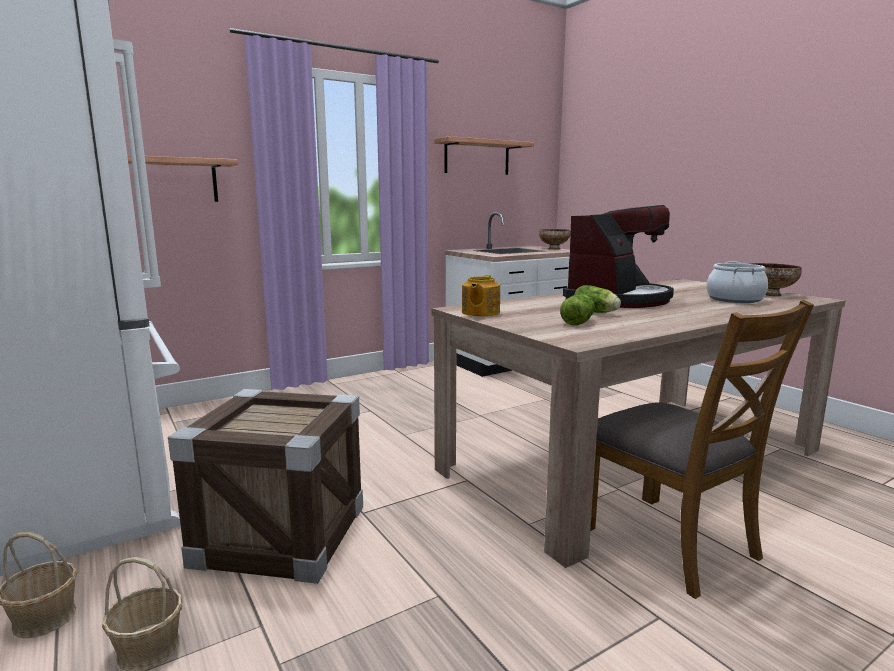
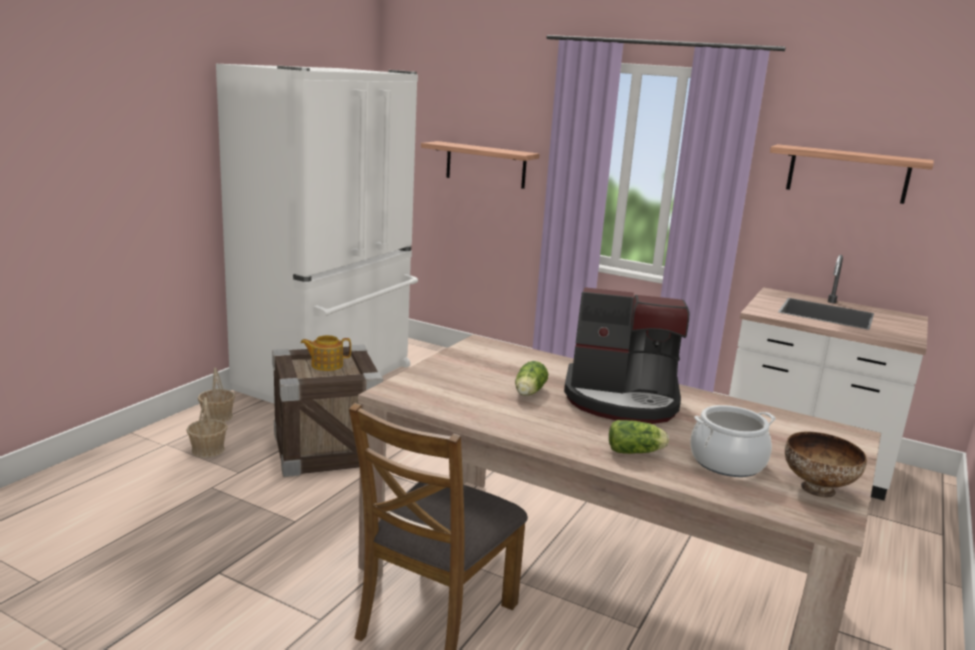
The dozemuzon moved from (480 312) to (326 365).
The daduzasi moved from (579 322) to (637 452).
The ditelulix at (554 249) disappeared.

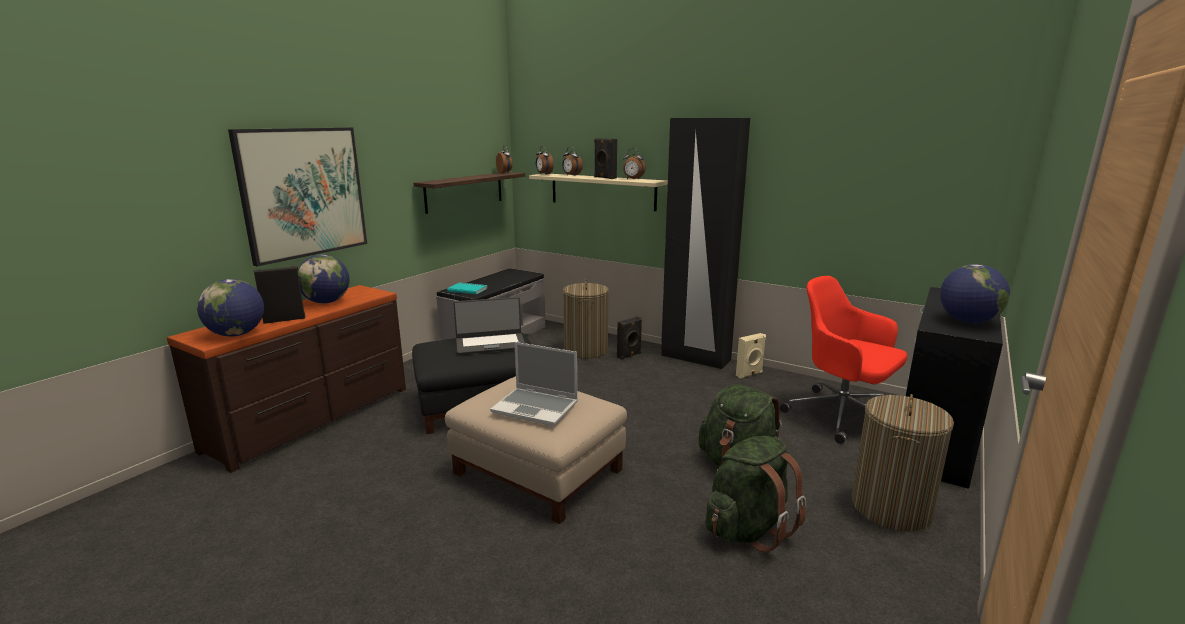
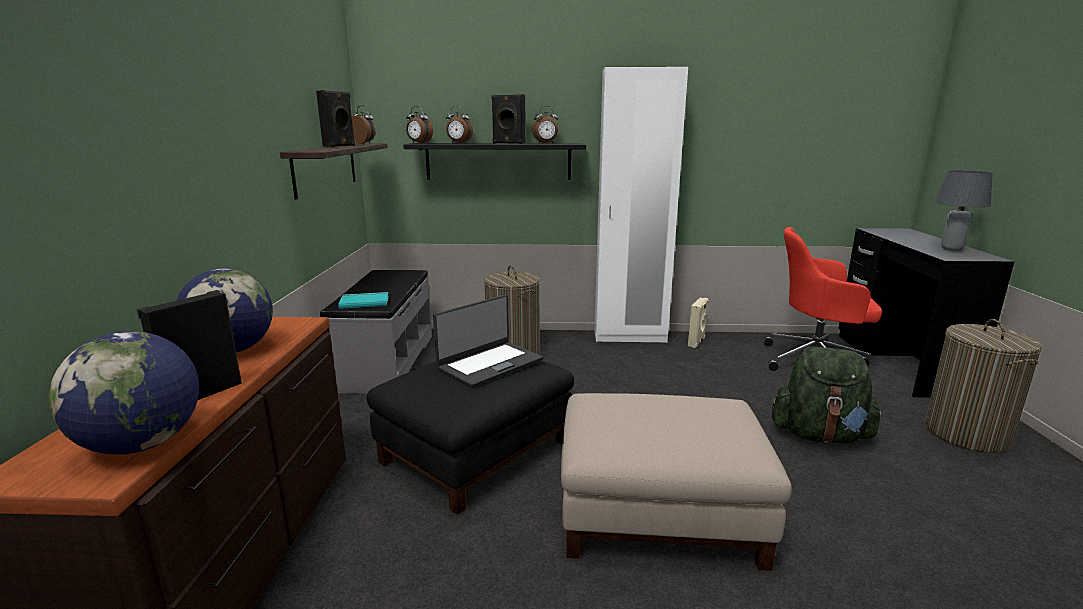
The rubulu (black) moved from (629 355) to (340 146).
The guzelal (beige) at (602 191) became the guzelal (black) at (498 161).
The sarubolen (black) at (695 358) became the sarubolen (white) at (630 337).
The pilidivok at (968 321) was replaced by the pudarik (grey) at (951 249).
The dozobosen at (303 192) disappeared.
The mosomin at (536 408) disappeared.
The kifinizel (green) at (748 528) disappeared.

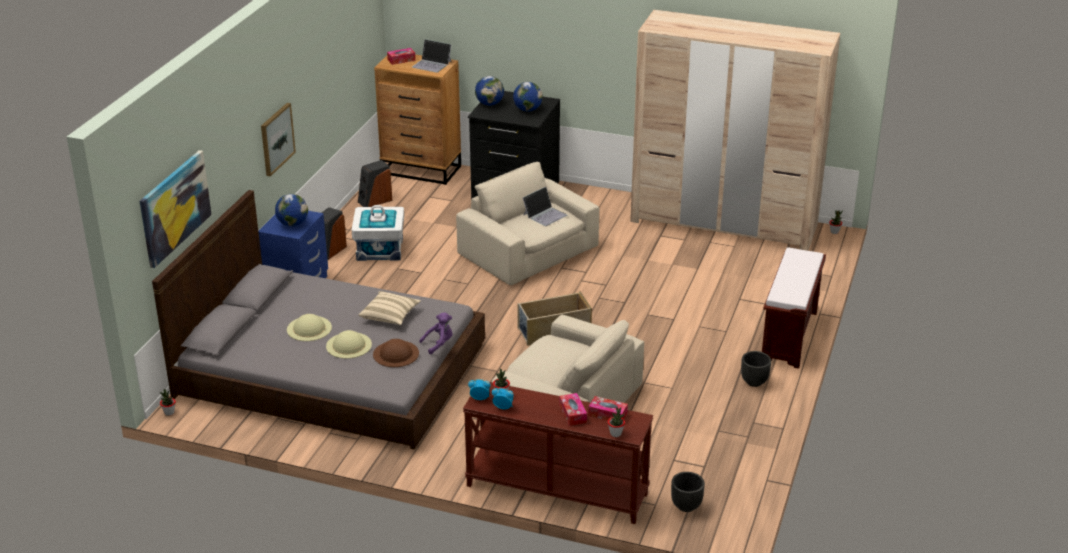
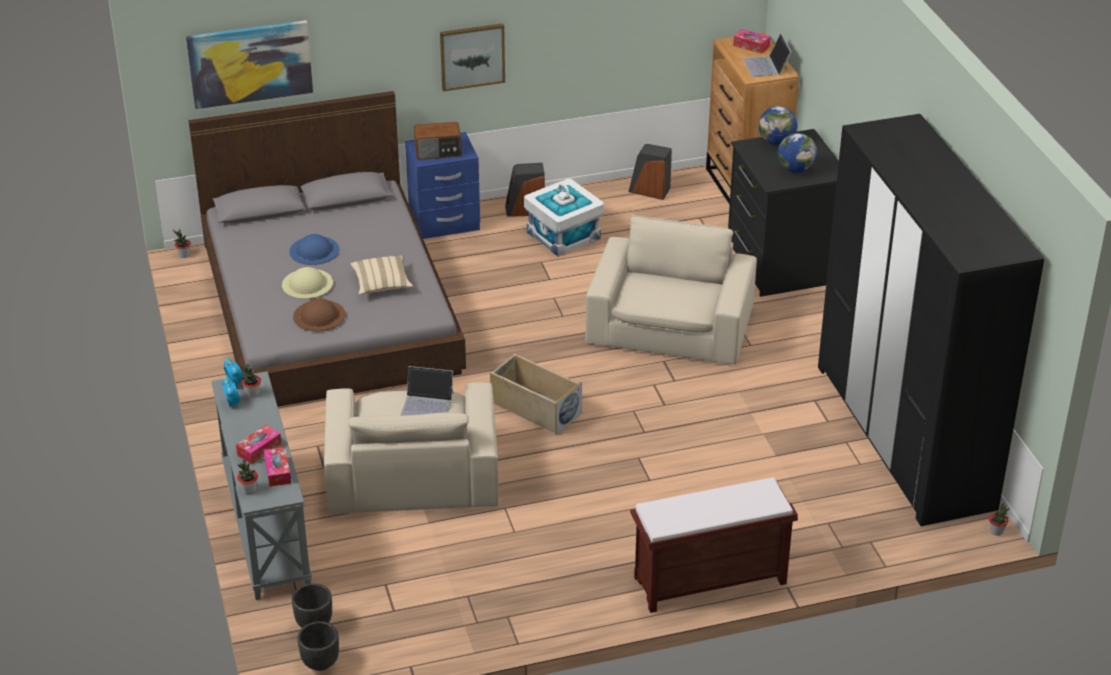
The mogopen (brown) at (556 490) became the mogopen (grey) at (264 526).
The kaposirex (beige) at (309 328) became the kaposirex (blue) at (314 250).
The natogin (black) moved from (754 382) to (320 663).
The mosomin moved from (545 215) to (427 404).
The pilidivok at (292 224) was replaced by the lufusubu at (438 152).
The sarubolen (beige) at (724 223) became the sarubolen (black) at (904 436).
The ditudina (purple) at (439 344) disappeared.

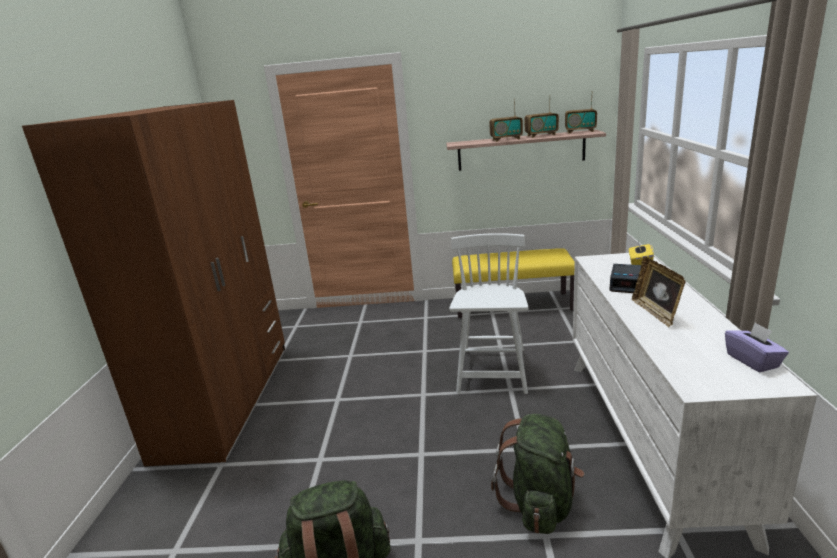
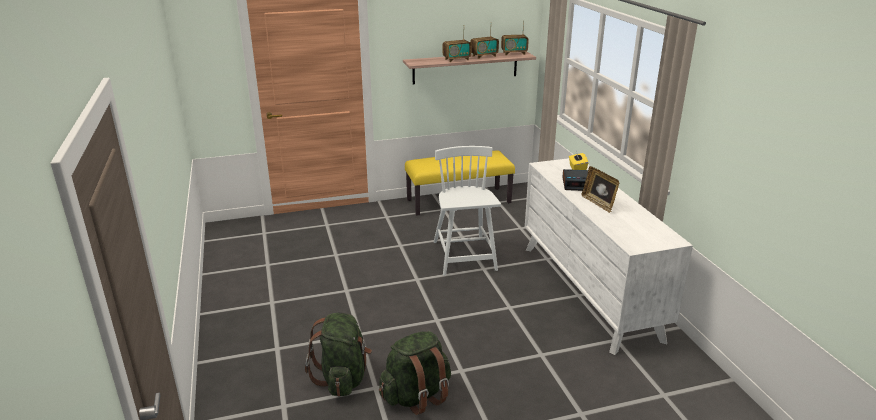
The kifinizel (green) moved from (540 503) to (343 378).
The sarubolen (brown) at (227 398) disappeared.
The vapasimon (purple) at (753 361) disappeared.

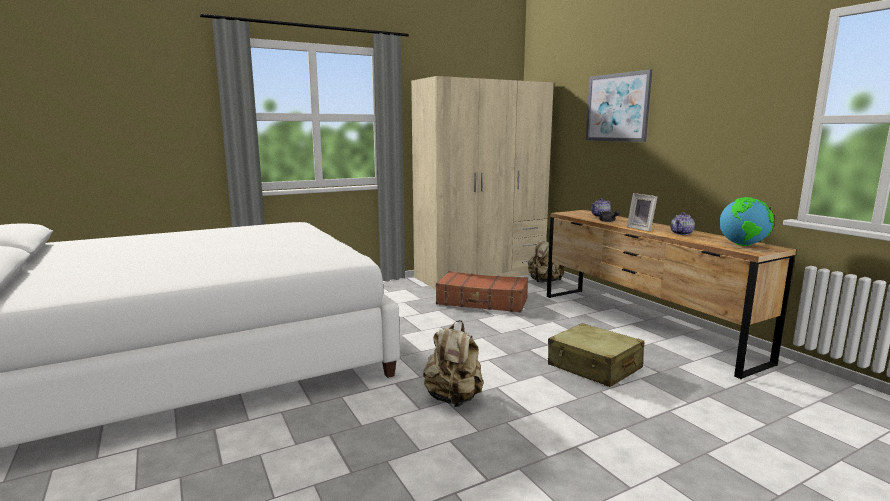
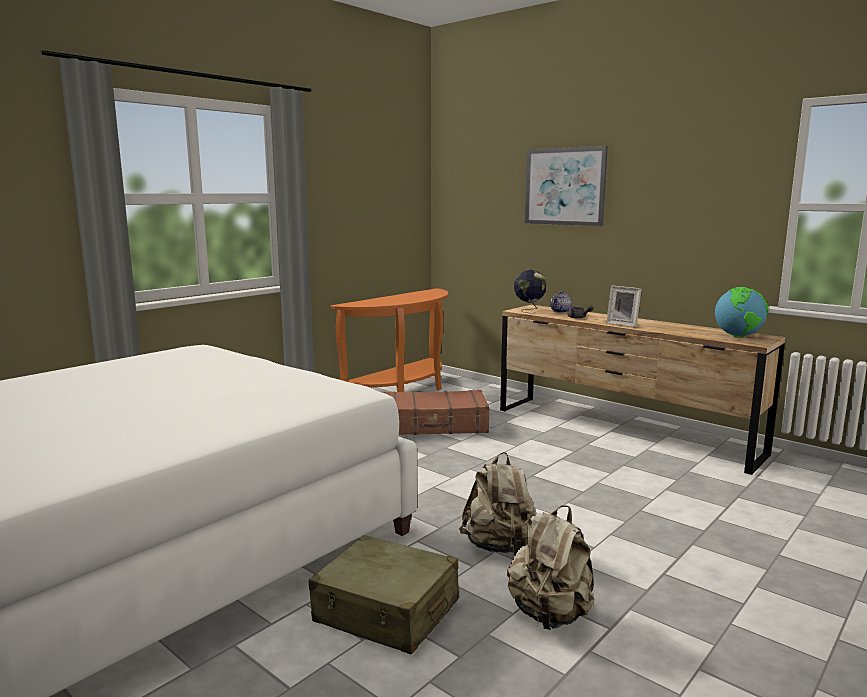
The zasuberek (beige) moved from (594 367) to (386 612).
The sarubolen (beige) at (481 274) was replaced by the mogopen (orange) at (403 391).
The kifinizel (beige) moved from (544 282) to (550 614).
The pilidivok at (529 310) appeared.
The dozemuzon at (681 233) disappeared.

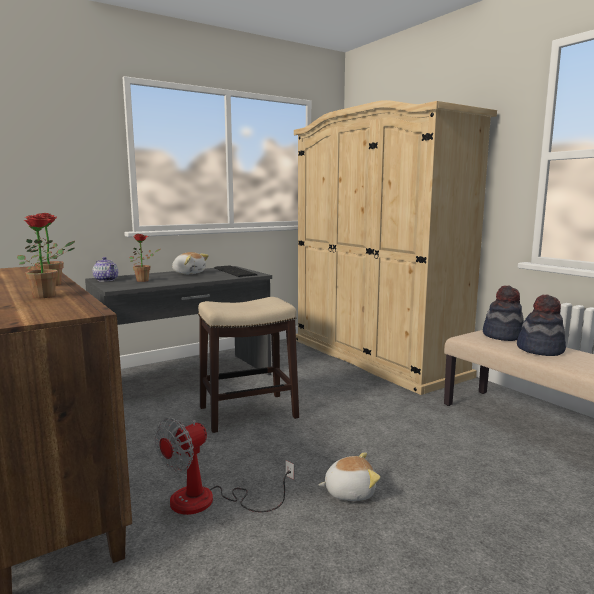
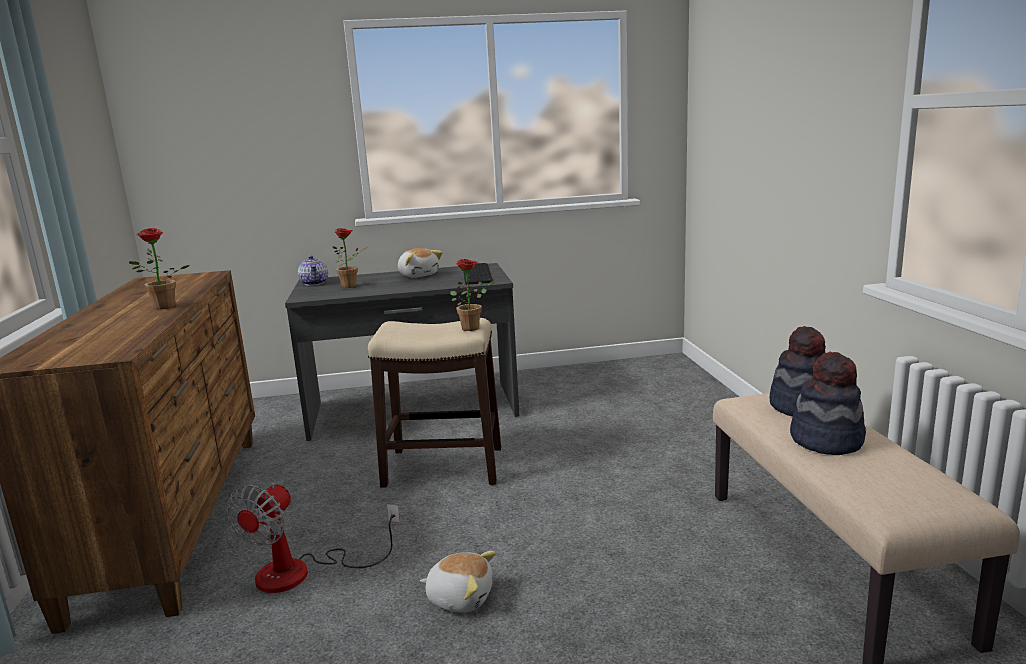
The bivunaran at (208 501) turned 45 degrees counterclockwise.
The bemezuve moved from (49 295) to (474 327).
The sarubolen (beige) at (374 356) disappeared.

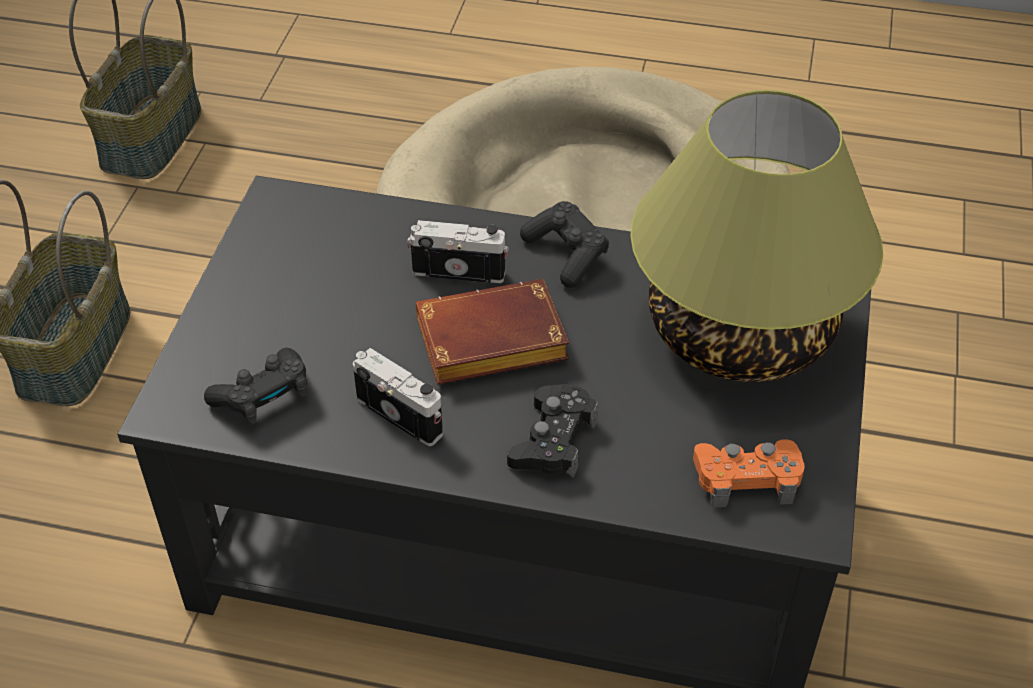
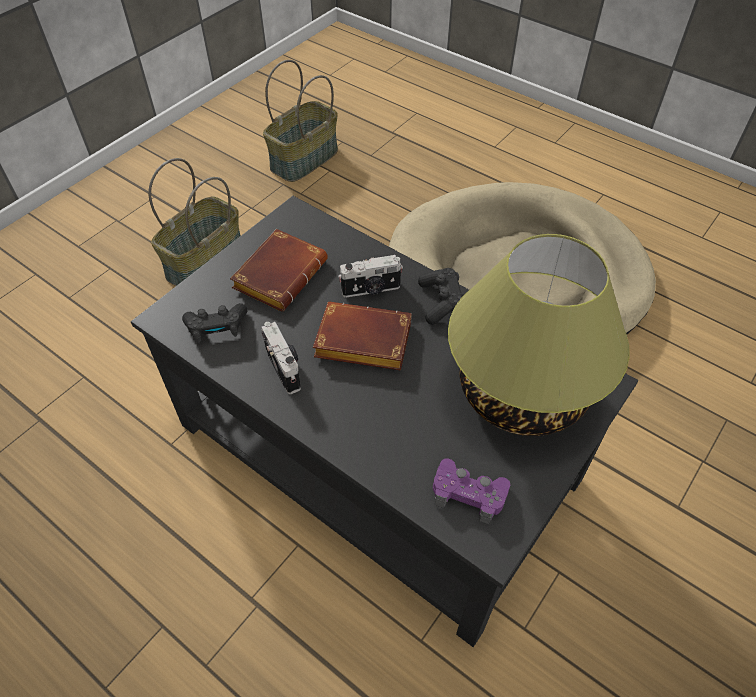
The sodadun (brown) at (280 273) appeared.
The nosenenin at (459 270) turned 135 degrees clockwise.
The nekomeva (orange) at (747 478) became the nekomeva (purple) at (468 493).
The nekomeva (black) at (553 440) disappeared.

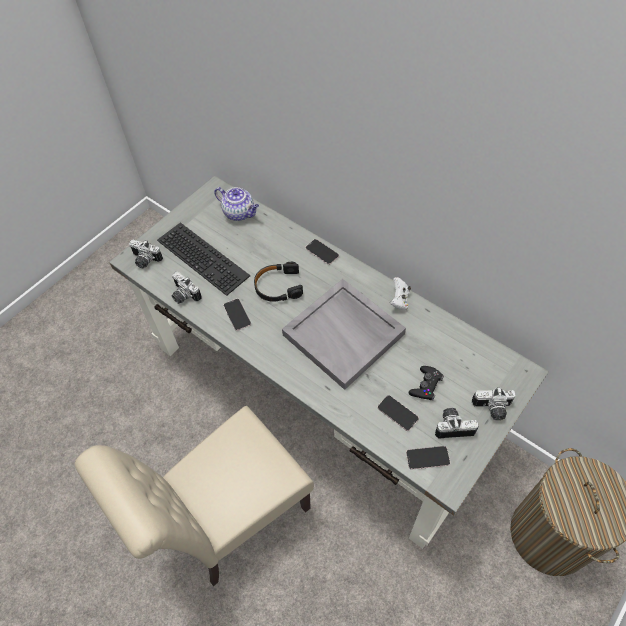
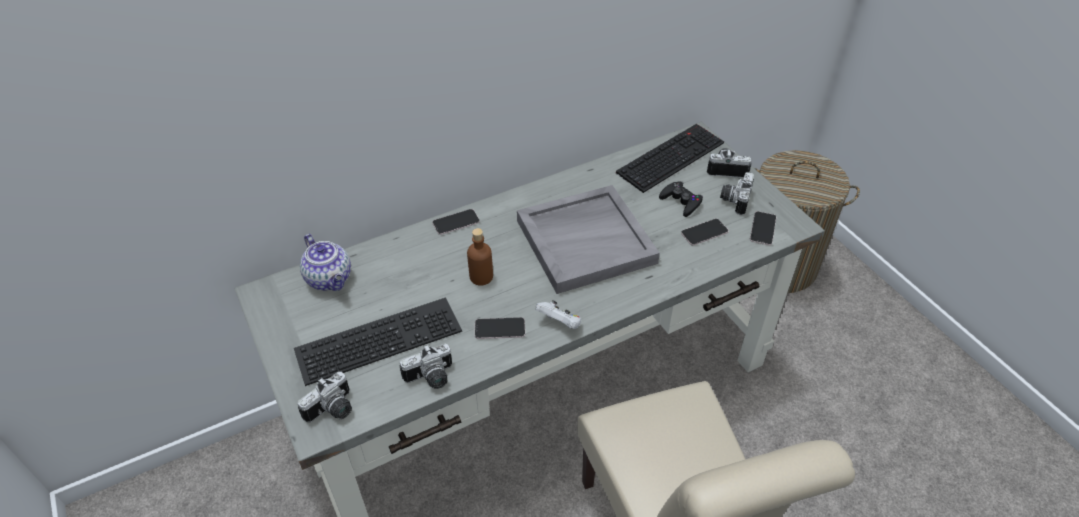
The dozemuzon at (240 213) turned 90 degrees clockwise.
The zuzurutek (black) at (278 286) was replaced by the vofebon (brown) at (481 277).
The nekomeva (white) moved from (399 300) to (560 323).
The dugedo at (670 156) appeared.
The nosenenin at (492 409) turned 105 degrees counterclockwise.

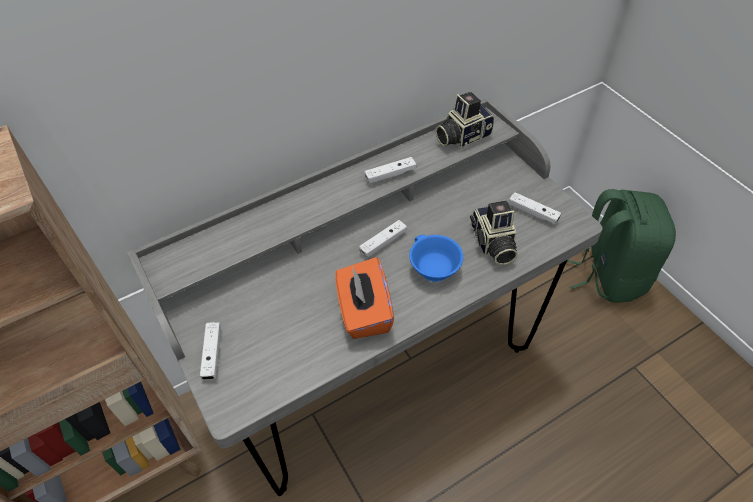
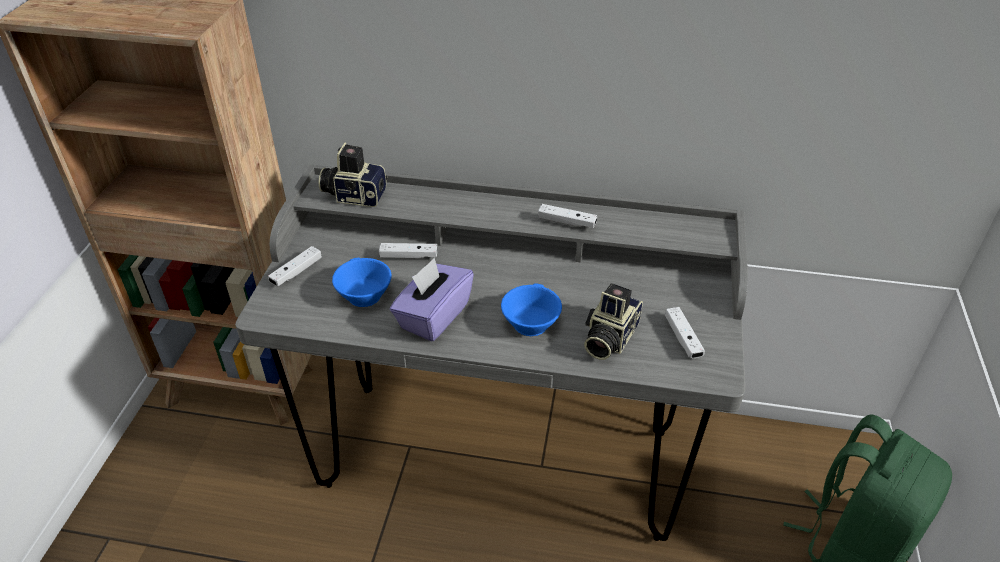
The nosenenin moved from (461 136) to (355 195).
The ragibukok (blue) at (361 294) appeared.
The nekomeva (white) moved from (383 243) to (408 256).
The vapasimon (orange) at (364 312) became the vapasimon (purple) at (433 316).

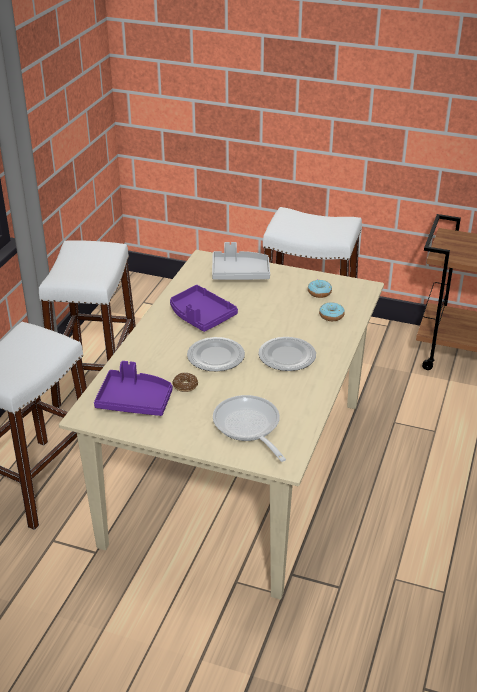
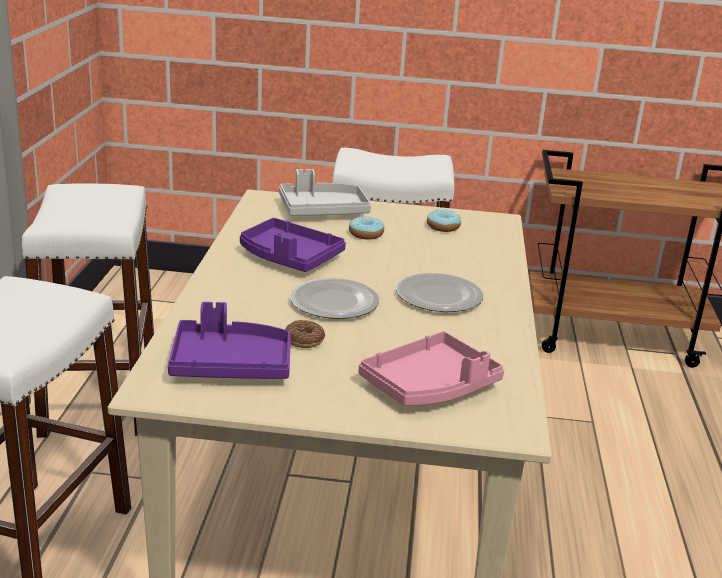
The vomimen moved from (331 316) to (366 234).
The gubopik at (248 427) was replaced by the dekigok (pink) at (430 386).

